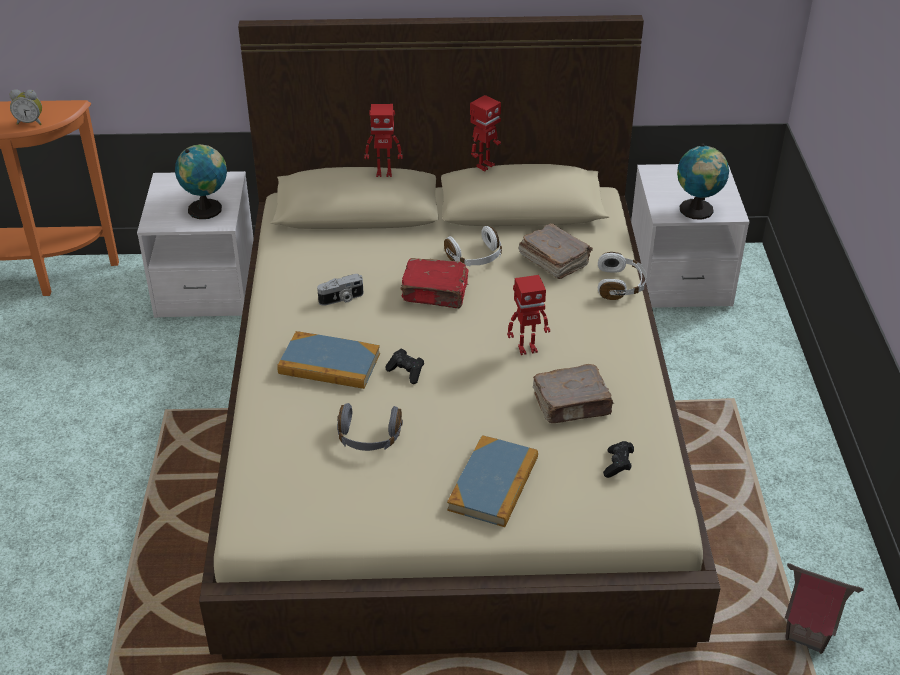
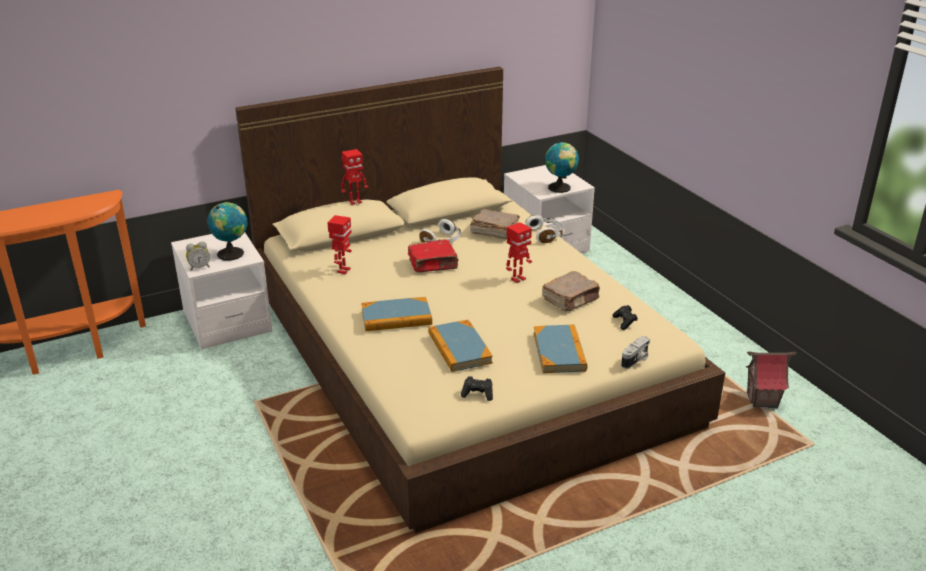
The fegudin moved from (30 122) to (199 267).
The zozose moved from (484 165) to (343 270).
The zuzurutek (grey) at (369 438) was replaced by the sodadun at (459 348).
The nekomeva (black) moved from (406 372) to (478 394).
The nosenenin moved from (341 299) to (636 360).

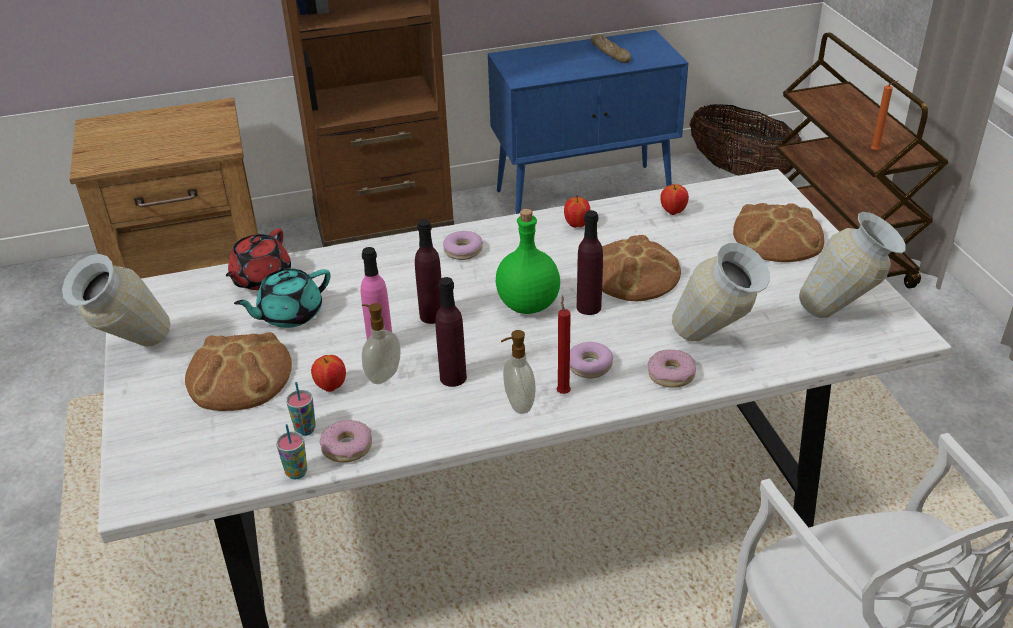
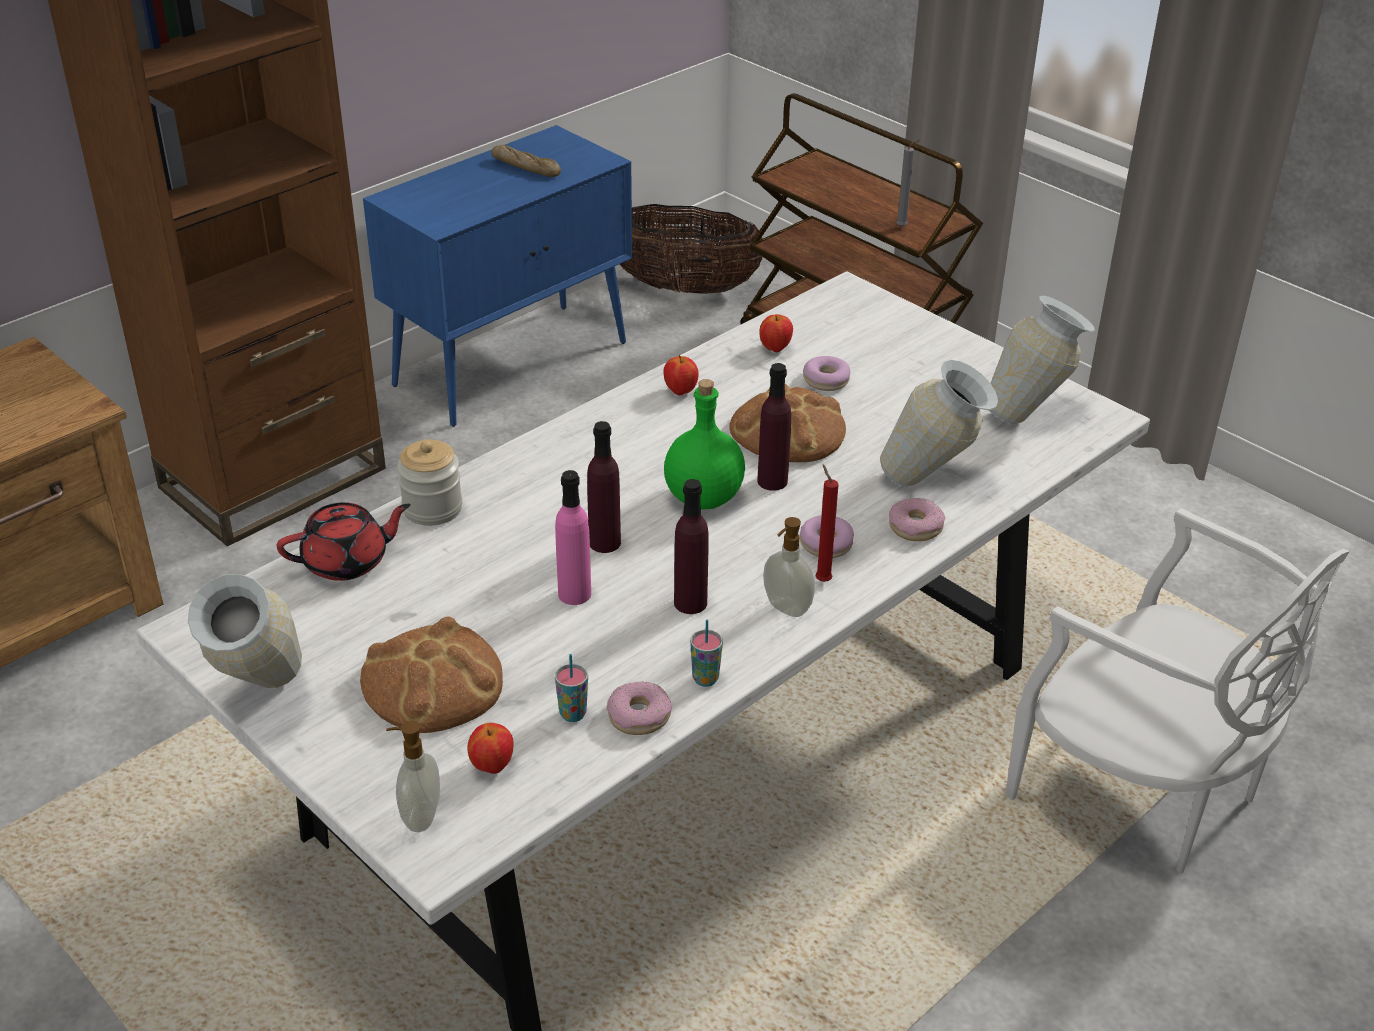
The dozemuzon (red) at (260 278) turned 105 degrees counterclockwise.
The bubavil moved from (382 375) to (419 816).
The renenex at (432 508) appeared.
The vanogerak moved from (331 387) to (492 766).
The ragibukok moved from (296 472) to (705 679).
The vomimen moved from (463 251) to (826 380).
The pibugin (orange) at (876 151) became the pibugin (grey) at (903 227).
The dozemuzon (turquoise) at (289 314) disappeared.
The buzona at (777 237) disappeared.

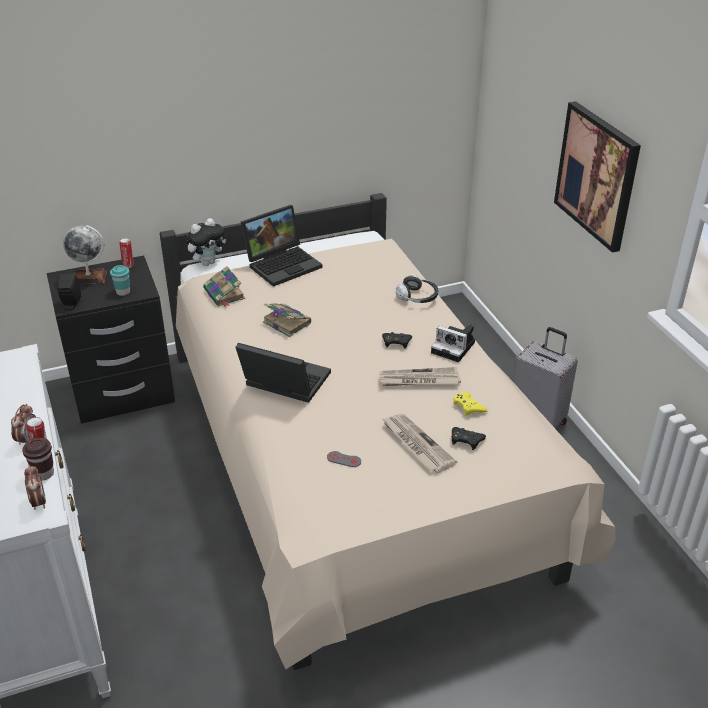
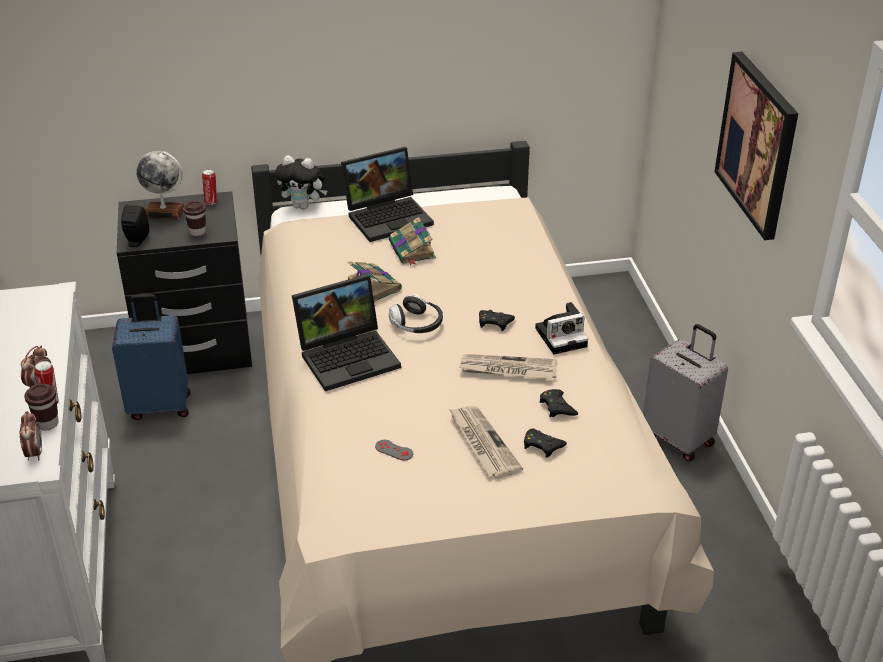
The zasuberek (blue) at (160 405) appeared.
The ragibukok (turquoise) at (123 292) became the ragibukok (brown) at (197 232).
The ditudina at (207 262) turned 45 degrees clockwise.
The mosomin at (283 383) turned 120 degrees clockwise.
The sodadun moved from (224 294) to (412 251).
The zuzurutek moved from (417 297) to (417 324).
The nosenenin at (455 348) turned 60 degrees counterclockwise.
The nekomeva (yellow) at (468 406) became the nekomeva (black) at (557 407).

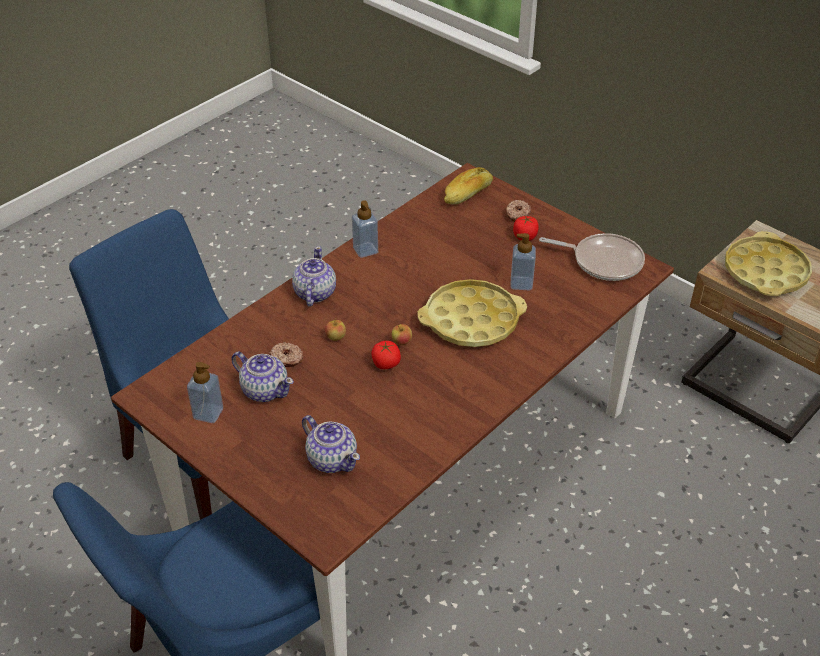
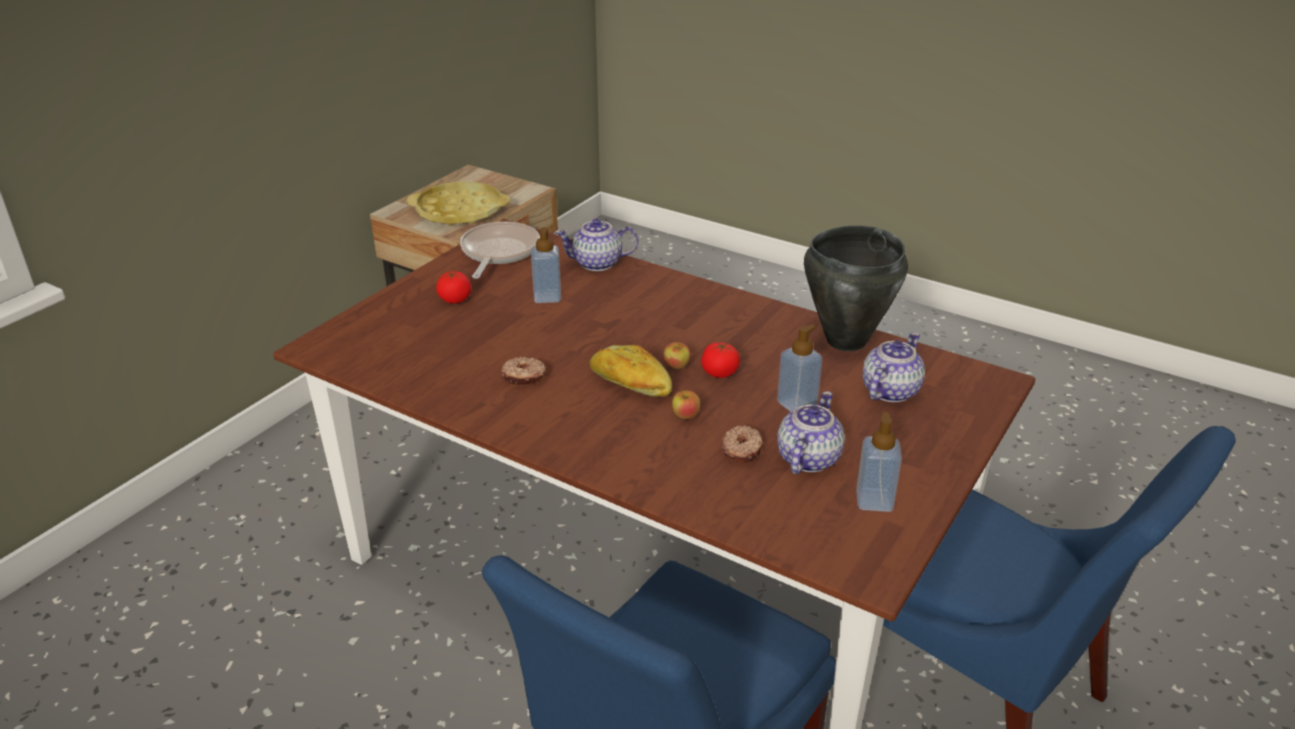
The vomimen moved from (517 215) to (524 377).
The dozemuzon moved from (314 293) to (598 263).
The buzona moved from (468 194) to (630 384).
The bubavil moved from (365 250) to (797 404).
The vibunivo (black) at (845 340) appeared.
The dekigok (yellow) at (471 320) disappeared.

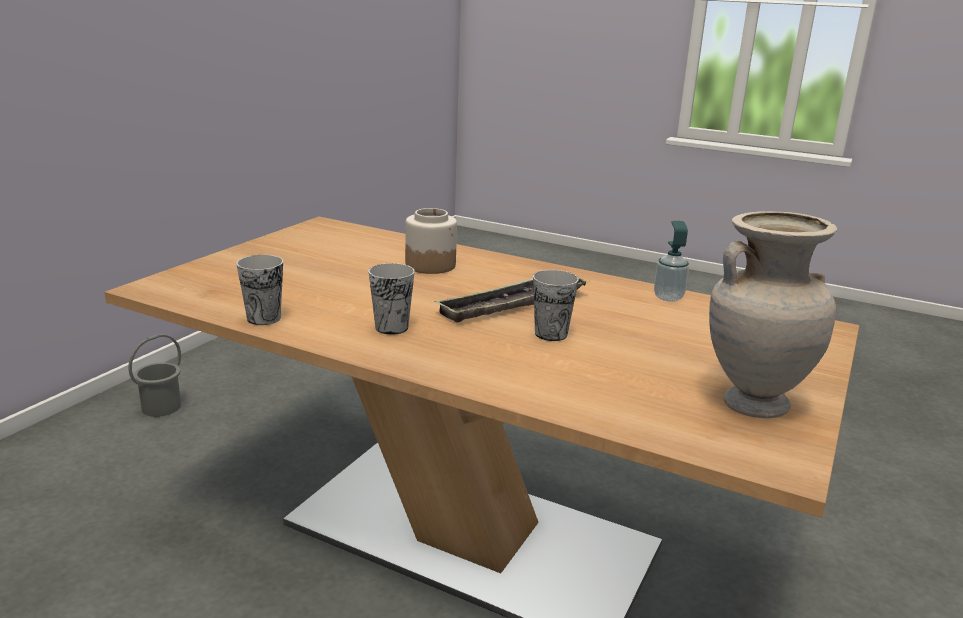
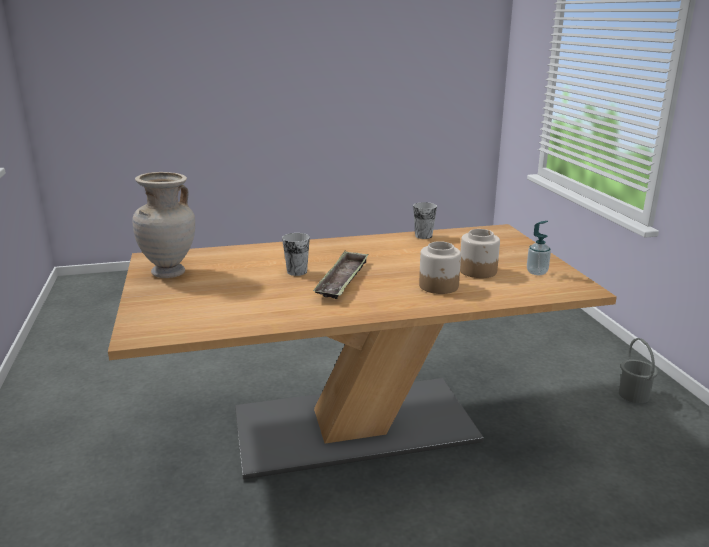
The renenex at (478 271) appeared.
The bubavil moved from (668 297) to (536 272).
The ragibukok at (391 327) disappeared.

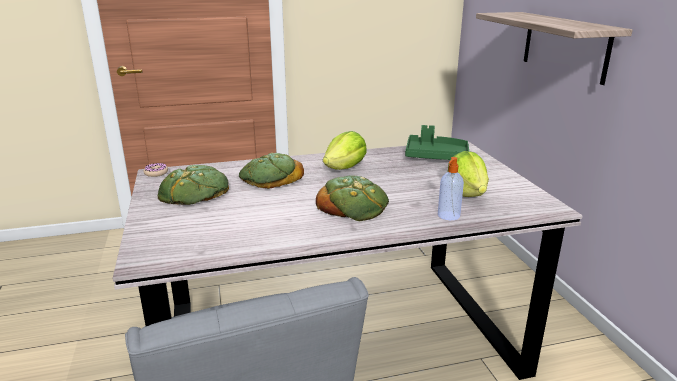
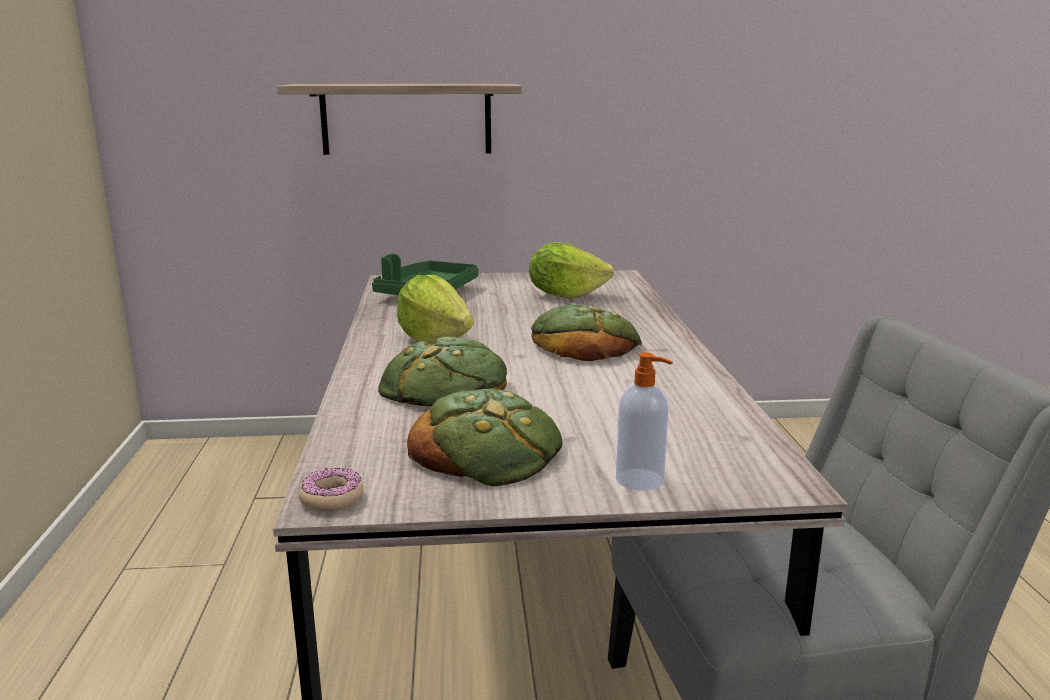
The bubavil moved from (448 216) to (641 480).

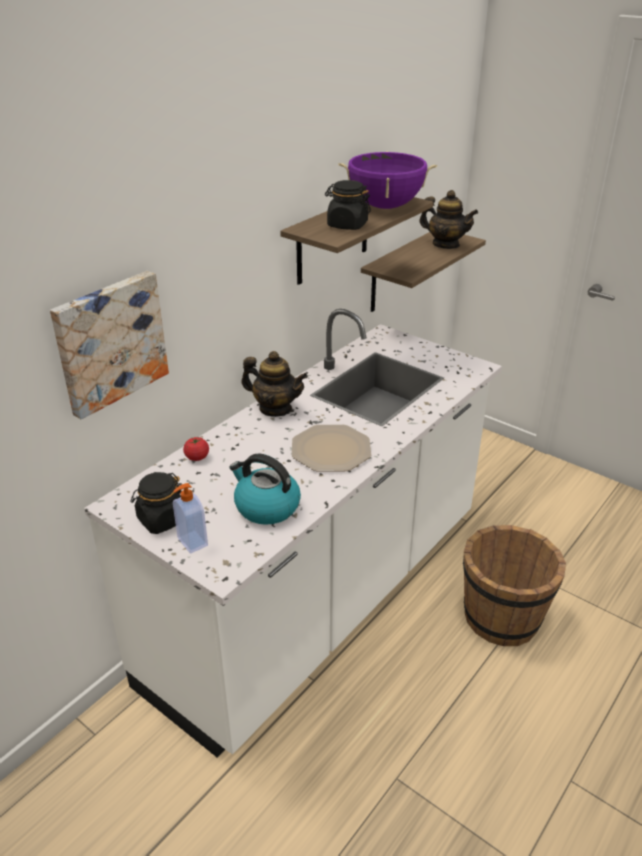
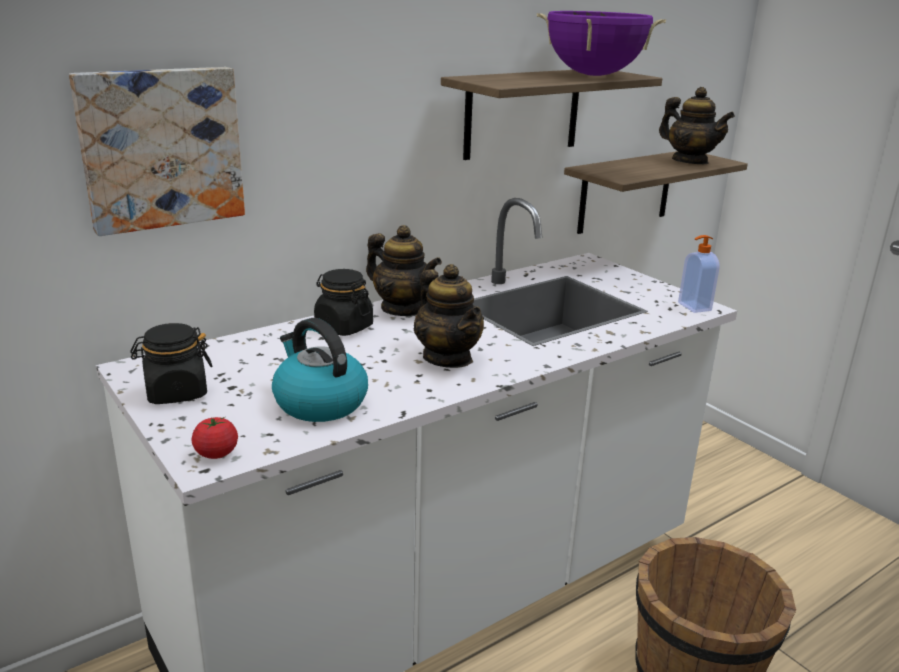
The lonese moved from (197 457) to (216 453).
The renenex (black) moved from (347 225) to (343 327).
The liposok at (331 449) was replaced by the dozemuzon at (448 358).
The bubavil moved from (191 542) to (693 307).

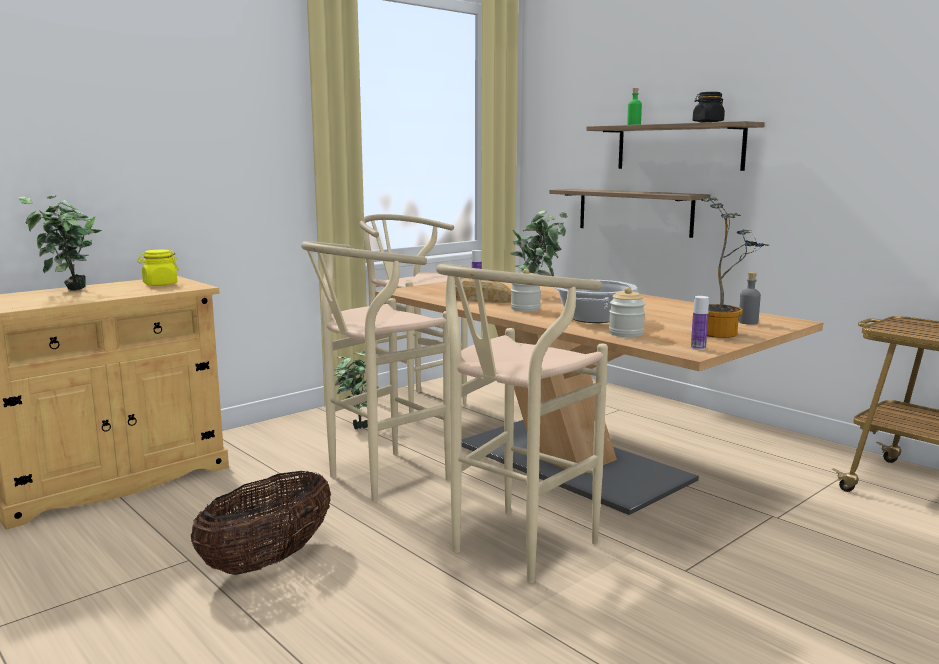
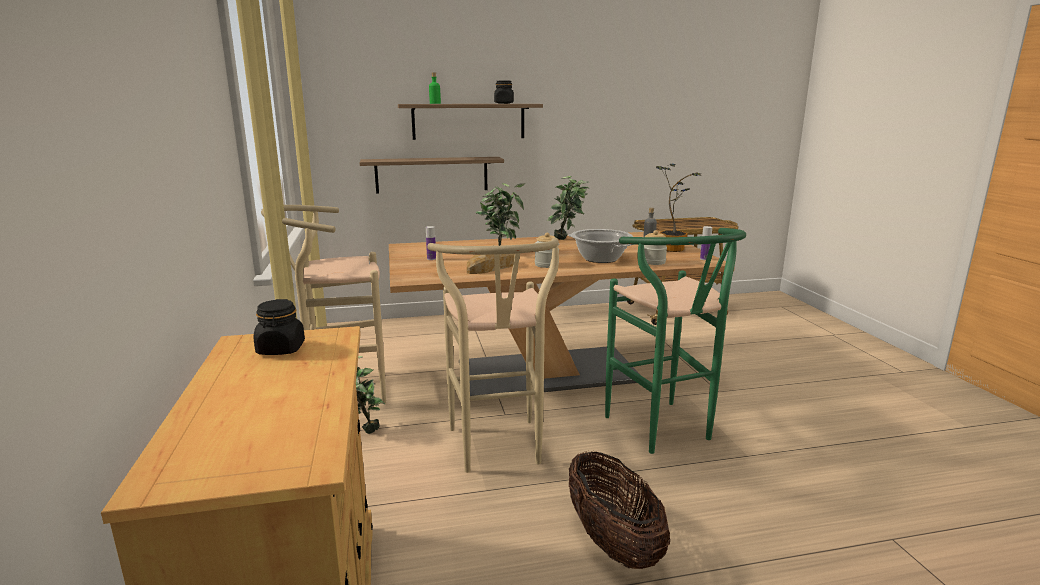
The renenex (yellow) at (160 284) became the renenex (black) at (281 349).
The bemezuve moved from (69 291) to (567 240).
The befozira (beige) at (513 551) became the befozira (green) at (664 432).

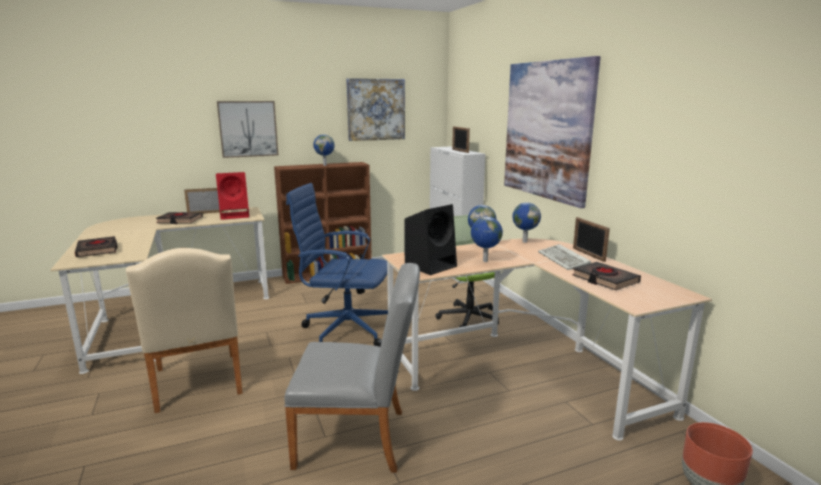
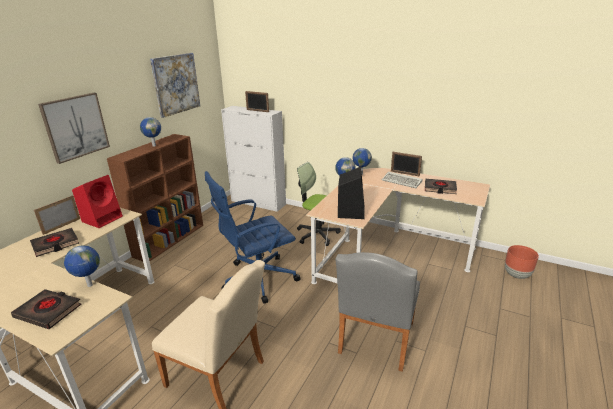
The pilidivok moved from (484 261) to (89 285).
The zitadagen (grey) at (359 438) turned 150 degrees clockwise.
The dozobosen at (547 130) disappeared.

